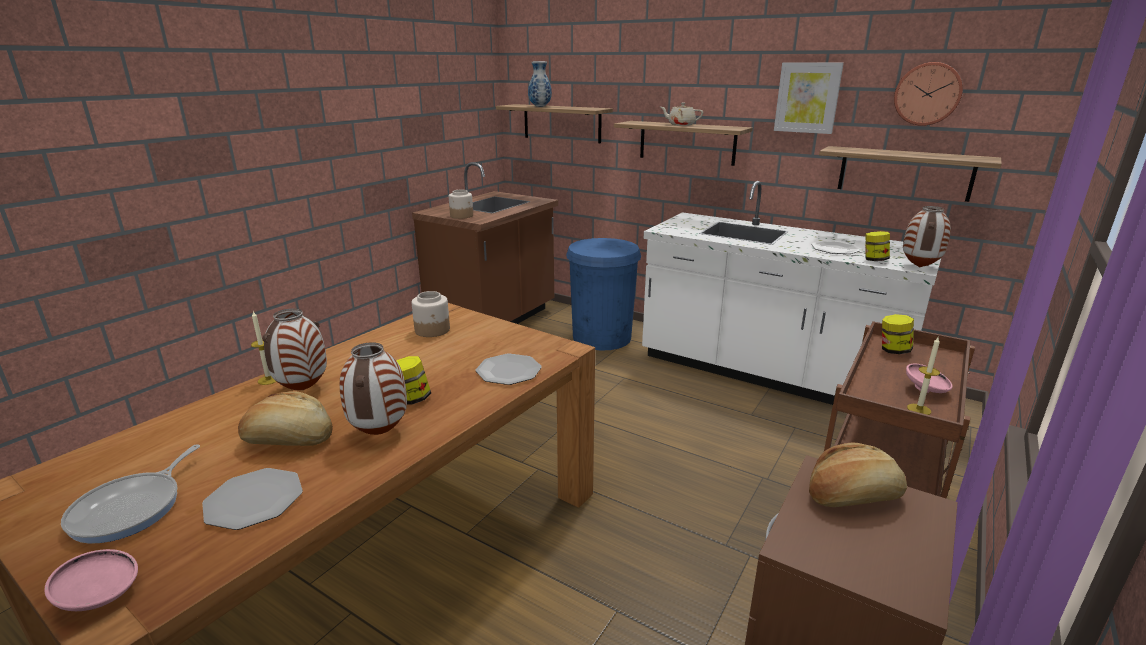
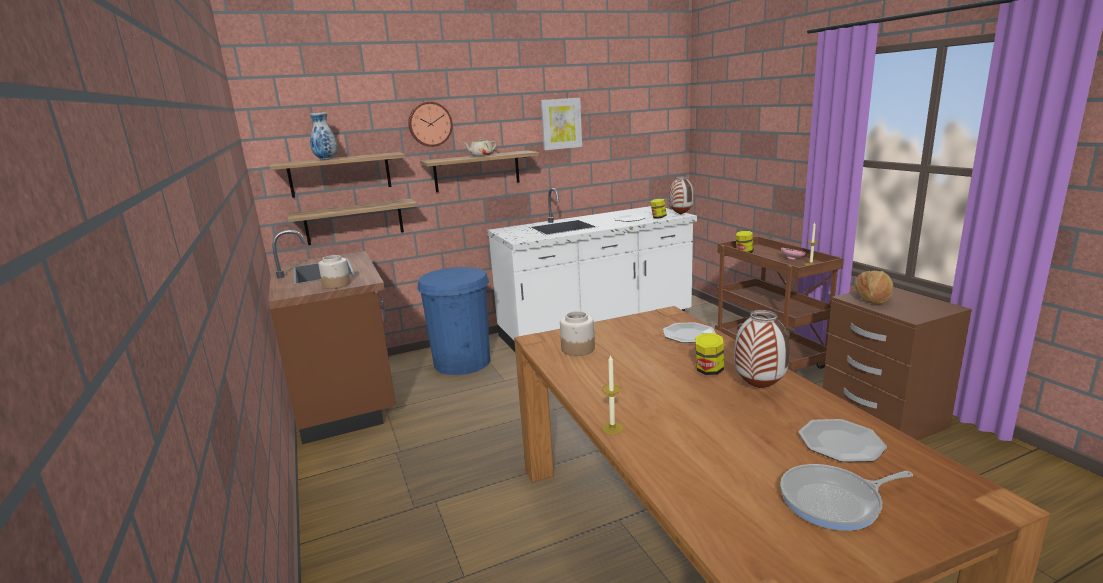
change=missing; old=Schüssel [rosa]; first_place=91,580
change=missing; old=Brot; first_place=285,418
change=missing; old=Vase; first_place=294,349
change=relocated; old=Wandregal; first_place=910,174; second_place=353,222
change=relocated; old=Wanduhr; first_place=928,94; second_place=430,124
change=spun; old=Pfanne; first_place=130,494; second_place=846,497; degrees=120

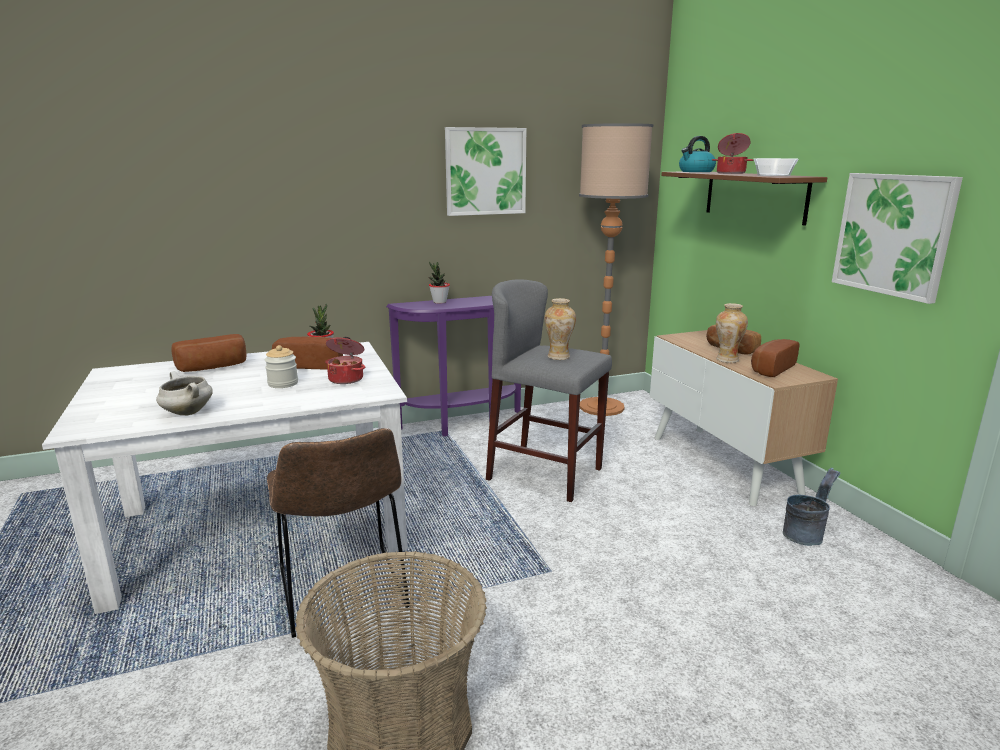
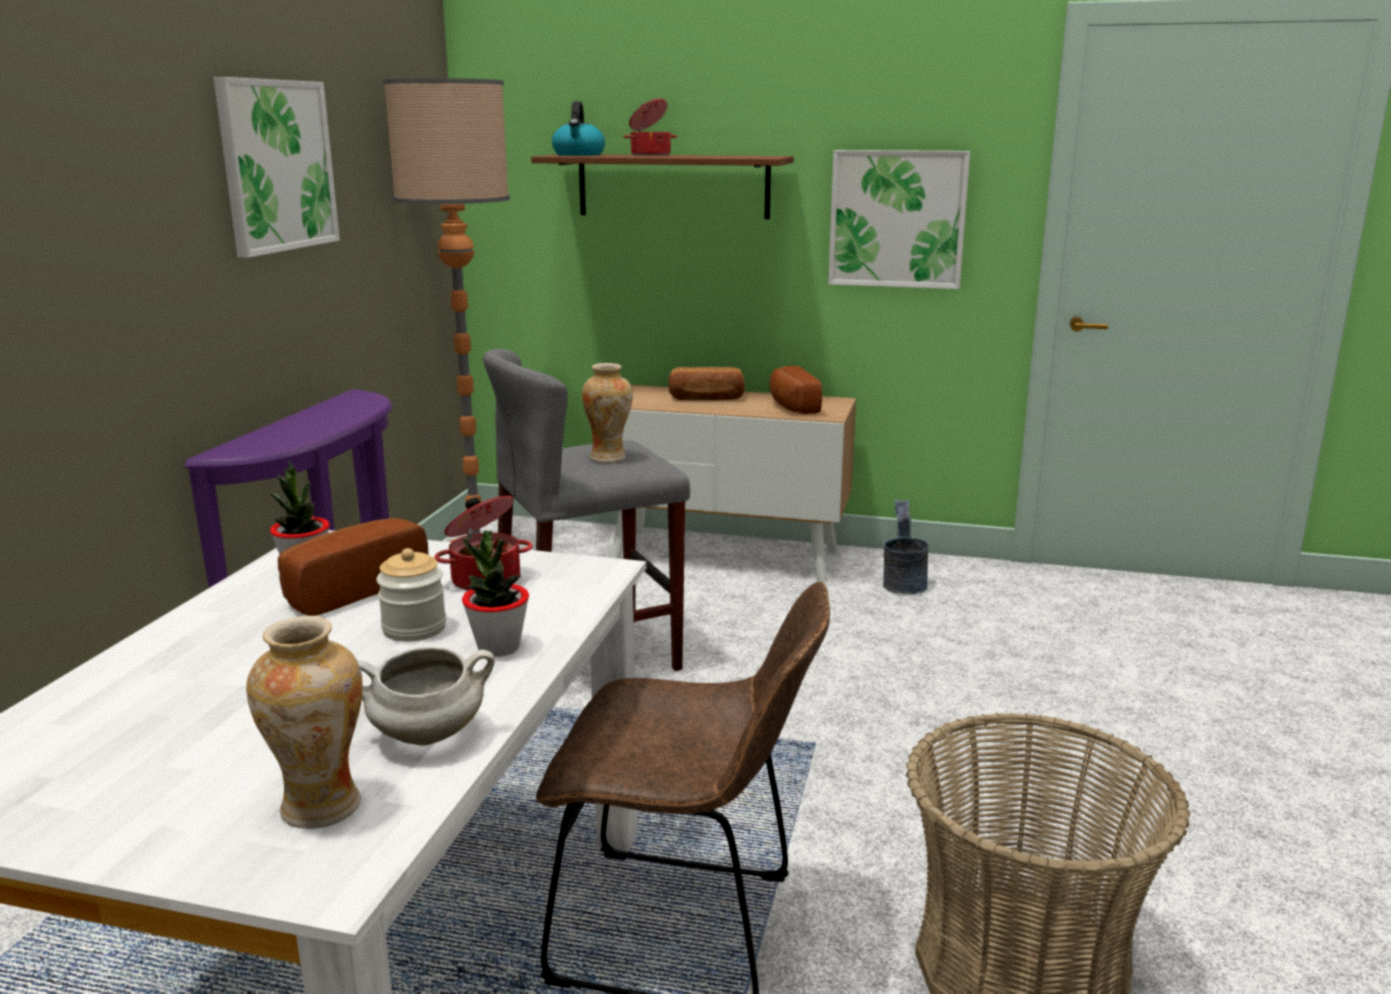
change=missing; old=Brot; first_place=209,353
change=missing; old=Schüssel; first_place=776,167
change=relocated; old=Topfpflanze; first_place=439,283; second_place=495,594
change=relocated; old=Vase; first_place=732,333; second_place=304,722

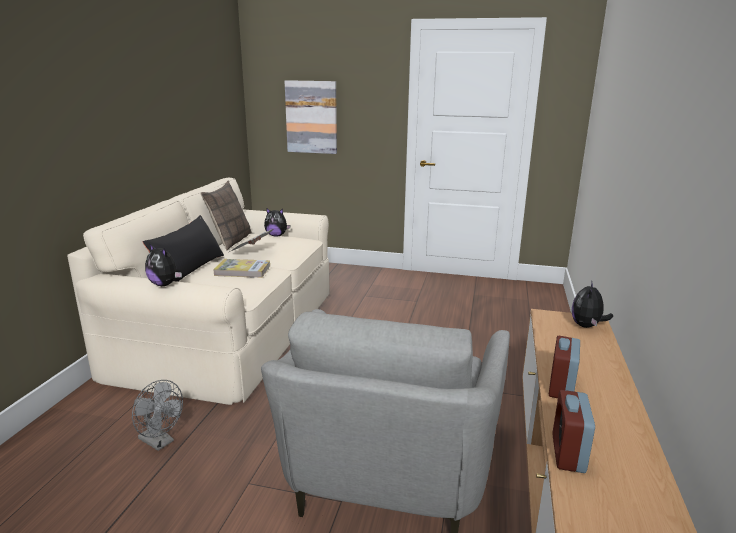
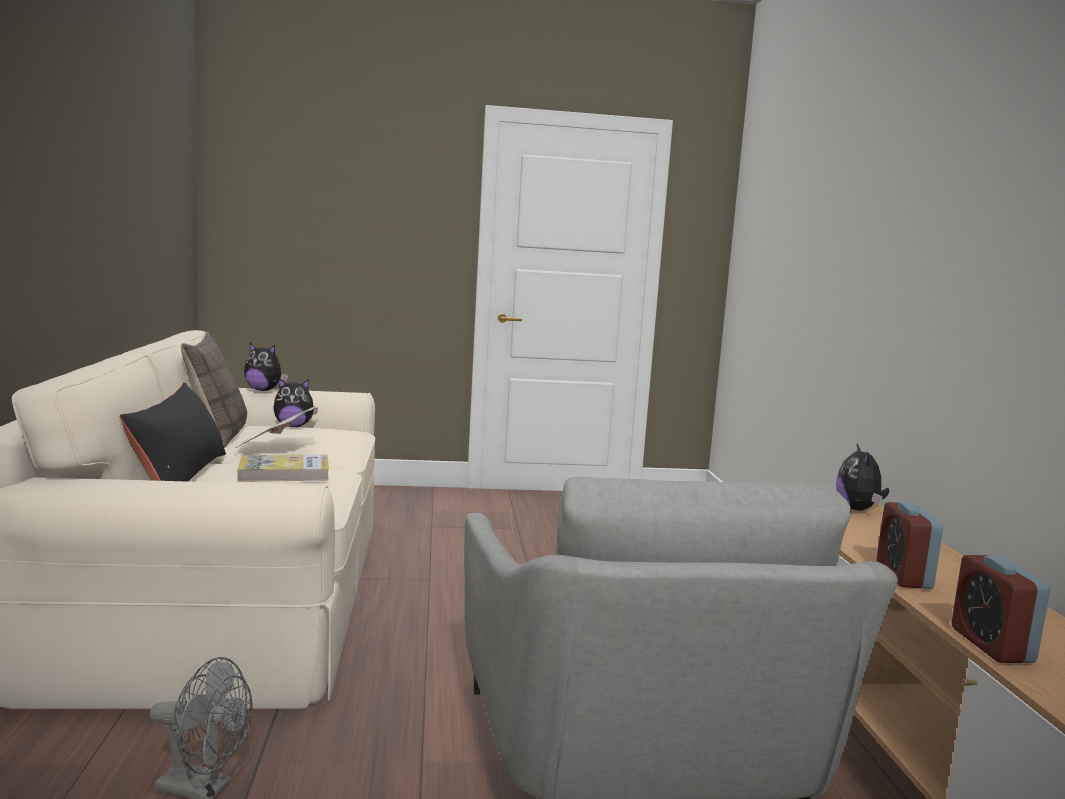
change=missing; old=Bild; first_place=310,117
change=relocated; old=Plüschtier; first_place=163,265; second_place=266,367

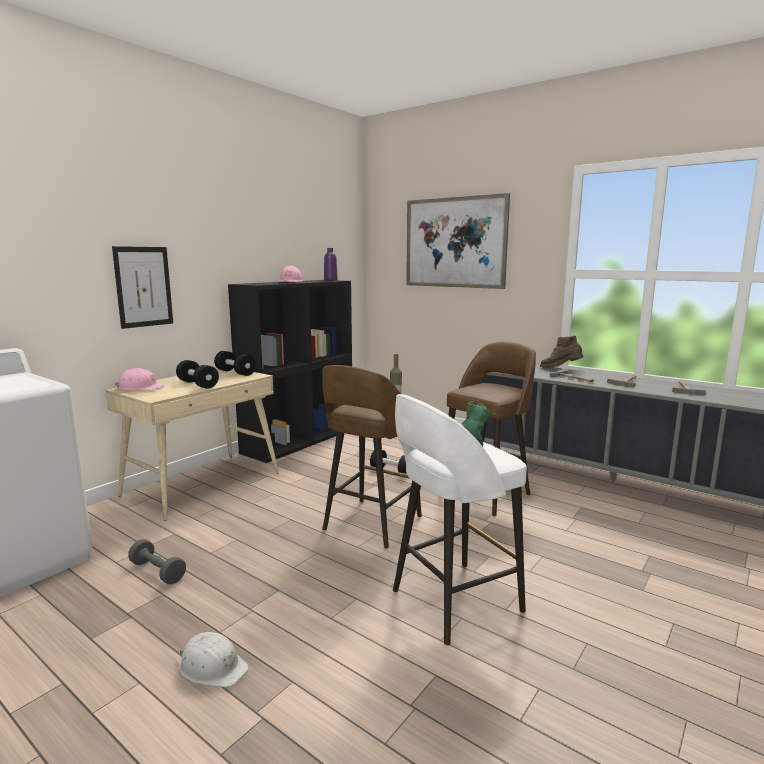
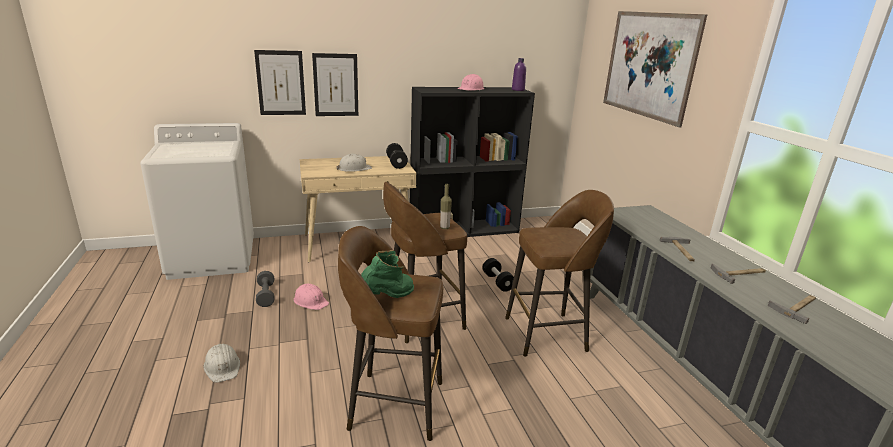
change=missing; old=Stiefel [braun]; first_place=562,351
change=appeared; new=Bild; second_place=280,82
change=relocated; old=Schutzhelm [rosa]; first_place=139,379; second_place=311,297
change=exchanged; old=Hantel [schwarz]; new=Schutzhelm [weiß]; first_place=197,374; second_place=354,163
change=colour; old=Hocker [weiß]; new=Hocker [braun]; first_place=460,520; second_place=390,333

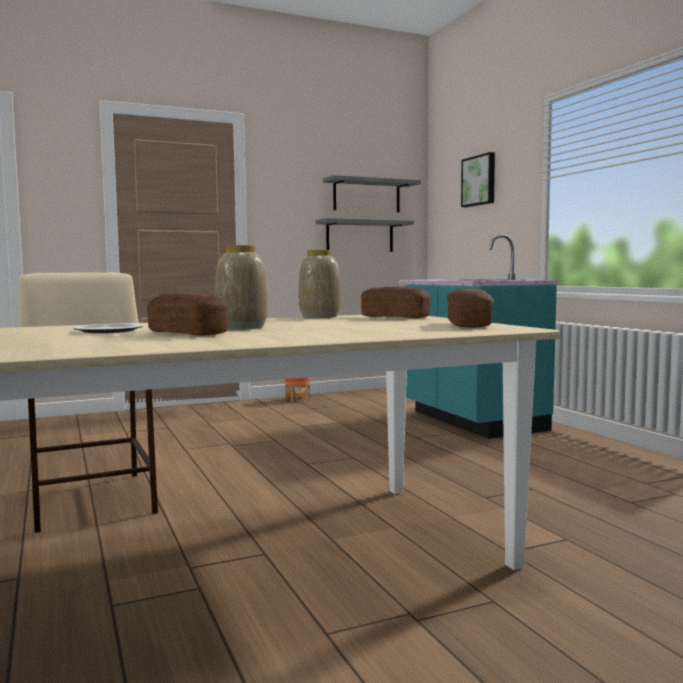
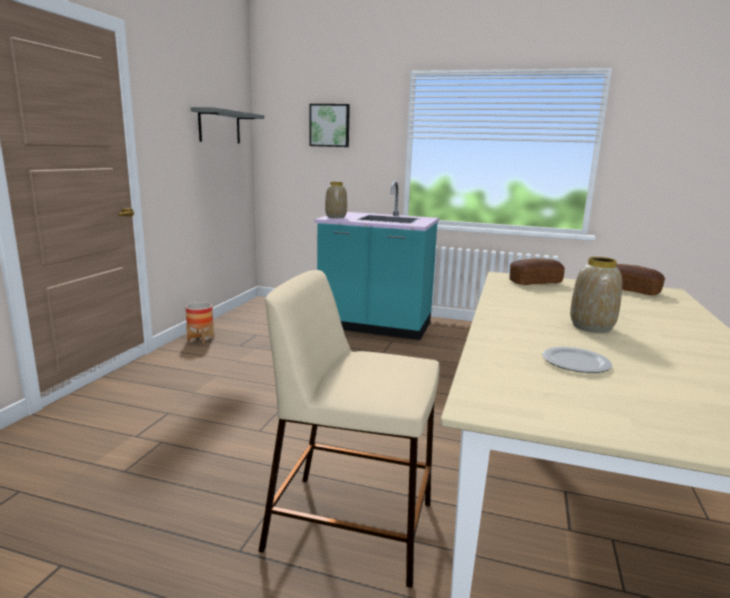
change=missing; old=Brot; first_place=188,314
change=missing; old=Wandregal [grau]; first_place=365,235
change=relocated; old=Vase; first_place=319,284; second_place=336,200

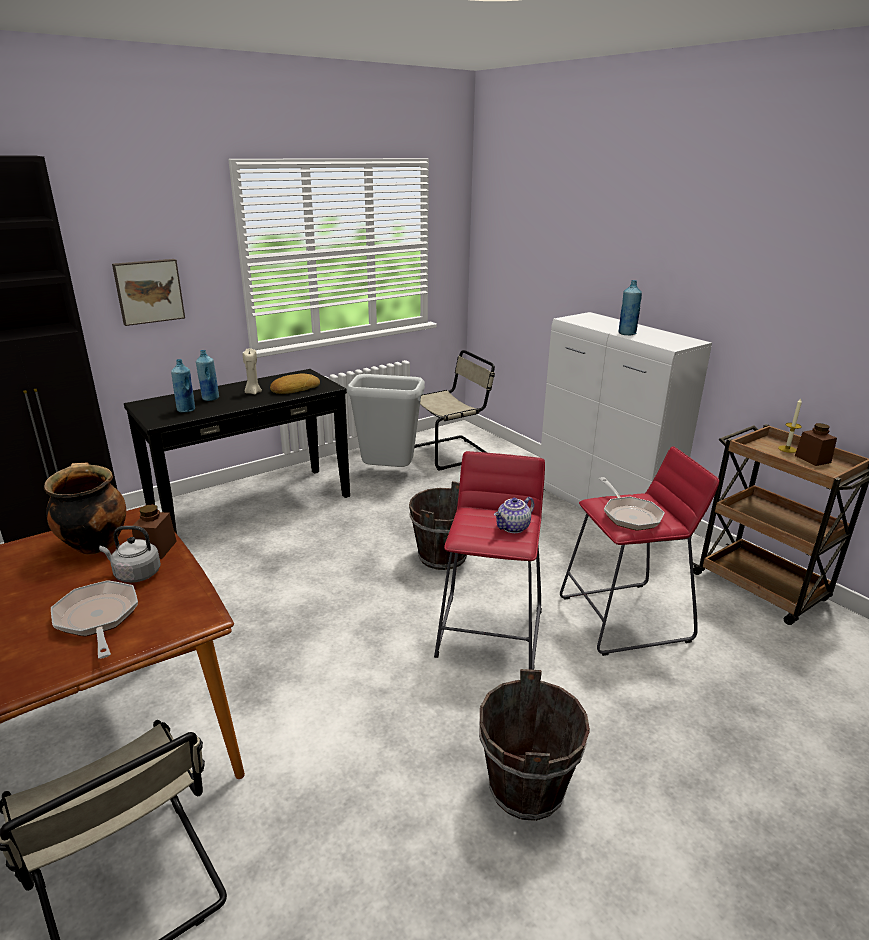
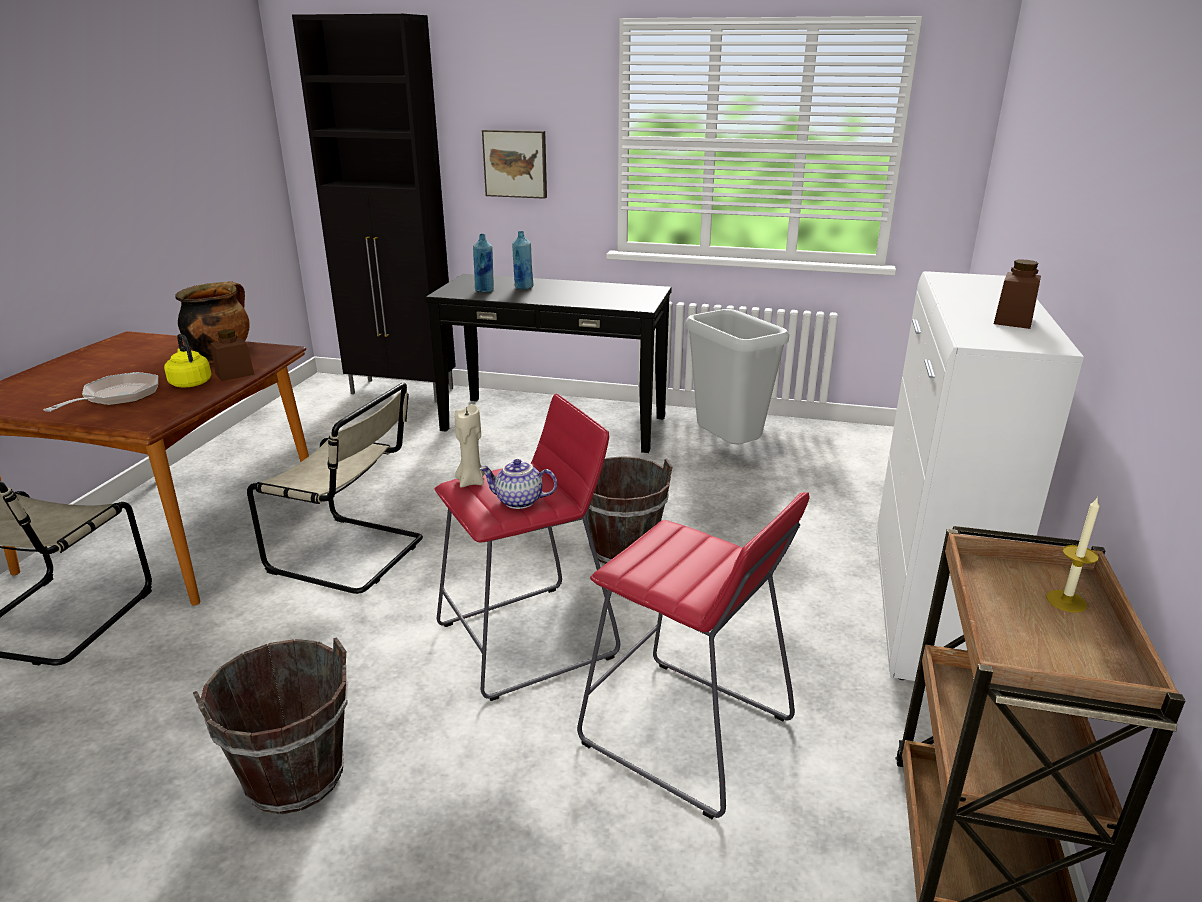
change=missing; old=Brot; first_place=295,384
change=missing; old=Pfanne; first_place=632,504
change=missing; old=Flasche [blau]; first_place=630,308
change=relocated; old=Kerze [beige]; first_place=252,371; second_place=470,446
change=relocated; old=Stuhl [beige]; first_place=454,410; second_place=335,488
change=relocated; old=Vorratsglas [braun]; first_place=816,444; second_place=1017,294
change=colour; old=Wasserkessel [grau]; new=Wasserkessel [gelb]; first_place=130,554; second_place=187,360

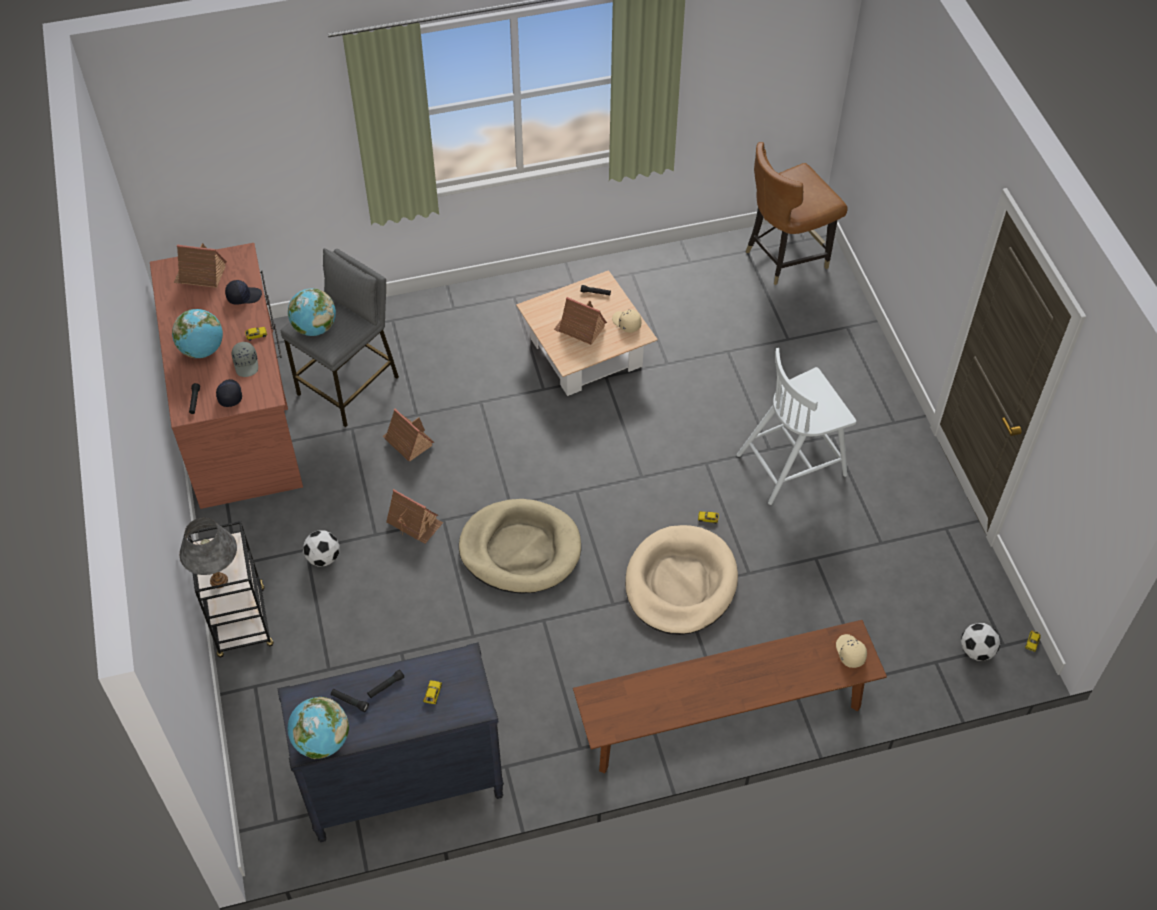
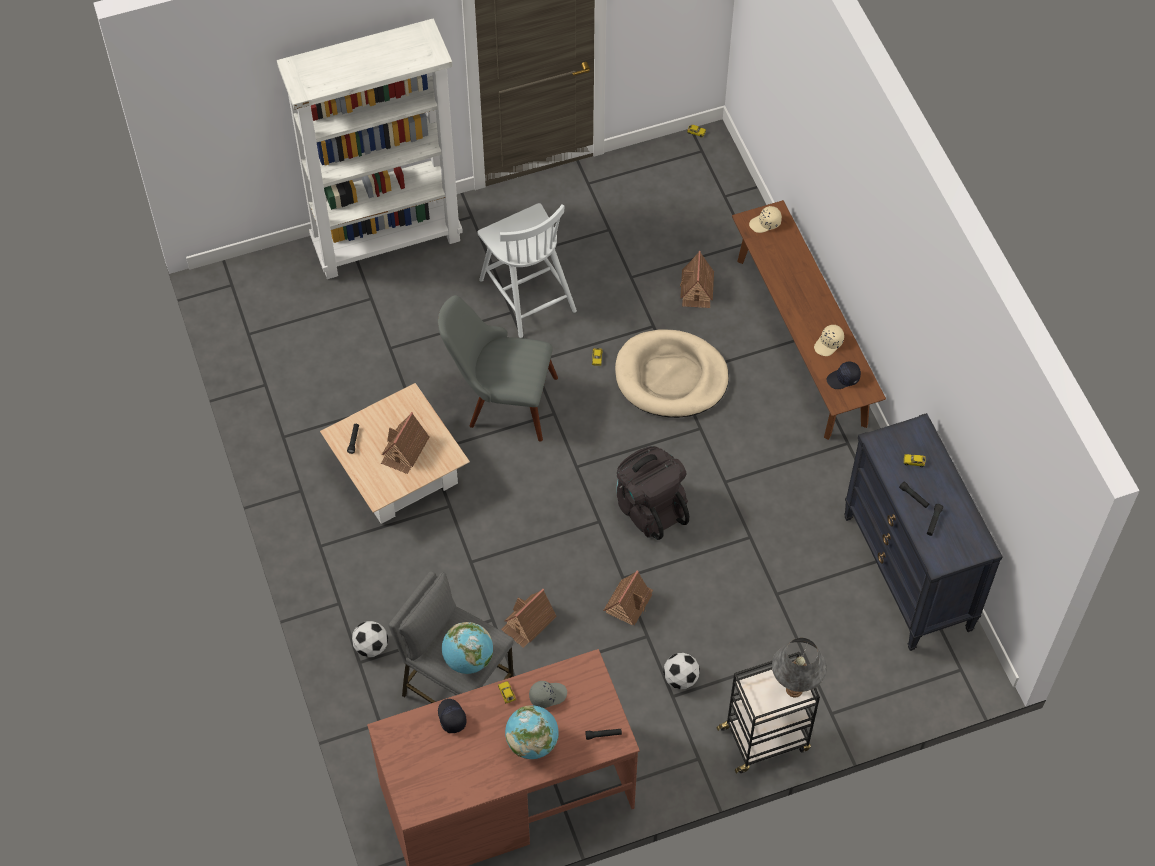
change=missing; old=Globus; first_place=318,728
change=missing; old=Stuhl [braun]; first_place=796,213
change=appeared; new=Bücherregal [weiß]; second_place=370,148
change=appeared; new=Stuhl [grau]; second_place=498,368
change=relocated; old=Spielzeughaus; first_place=200,265; second_place=697,279
change=relocated; old=Kappe [schwarz]; first_place=229,393; second_place=843,375
change=relocated; old=Kappe [beige]; first_place=626,321; second_place=829,340
change=relocated; old=Fußball; first_place=980,642; second_place=370,639
change=exchanged; old=Hundebett [beige]; new=Rucksack [schwarz]; first_place=520,546; second_place=653,493

